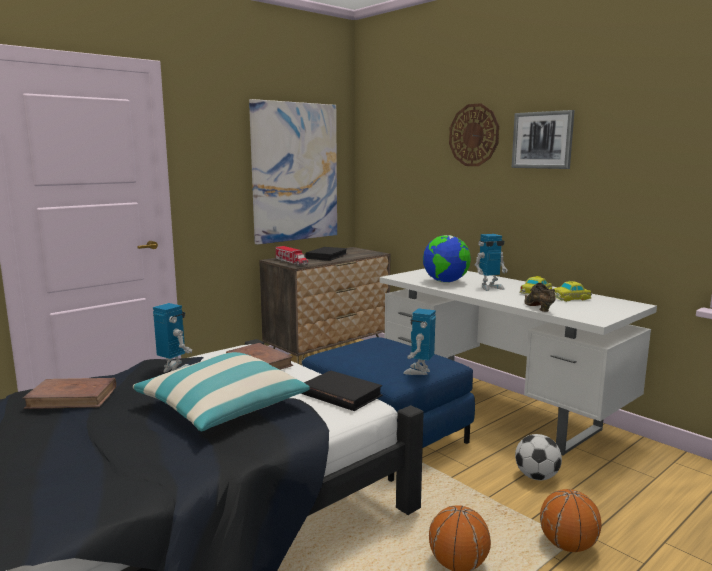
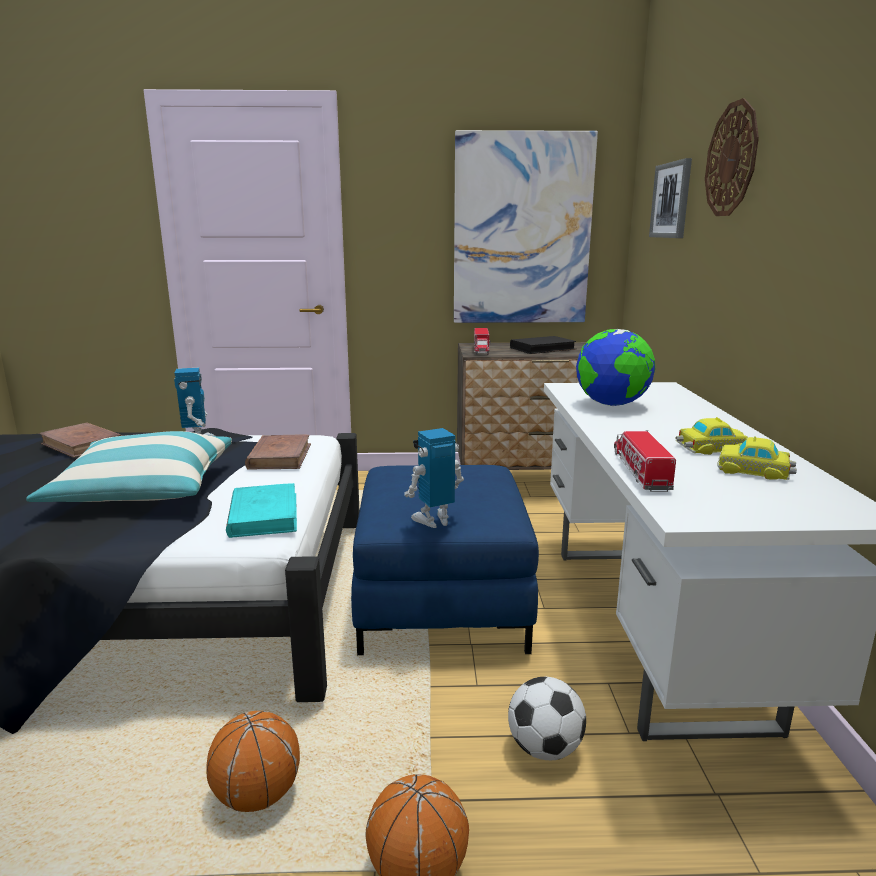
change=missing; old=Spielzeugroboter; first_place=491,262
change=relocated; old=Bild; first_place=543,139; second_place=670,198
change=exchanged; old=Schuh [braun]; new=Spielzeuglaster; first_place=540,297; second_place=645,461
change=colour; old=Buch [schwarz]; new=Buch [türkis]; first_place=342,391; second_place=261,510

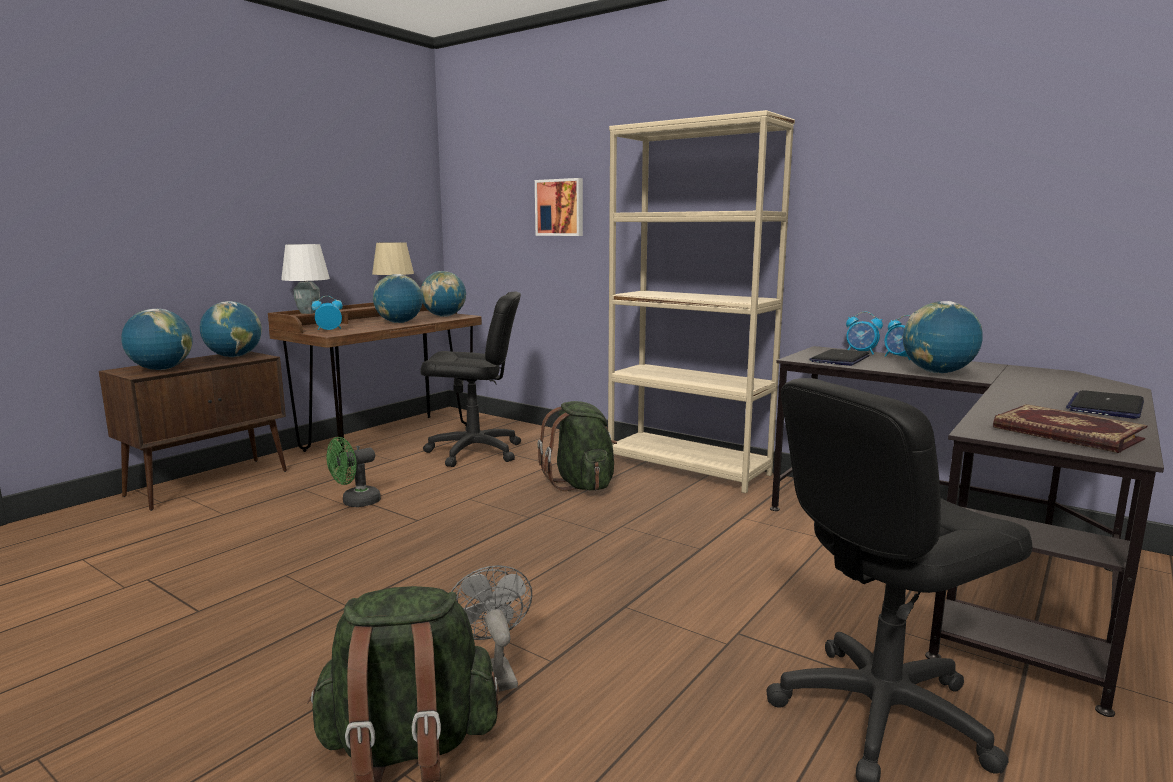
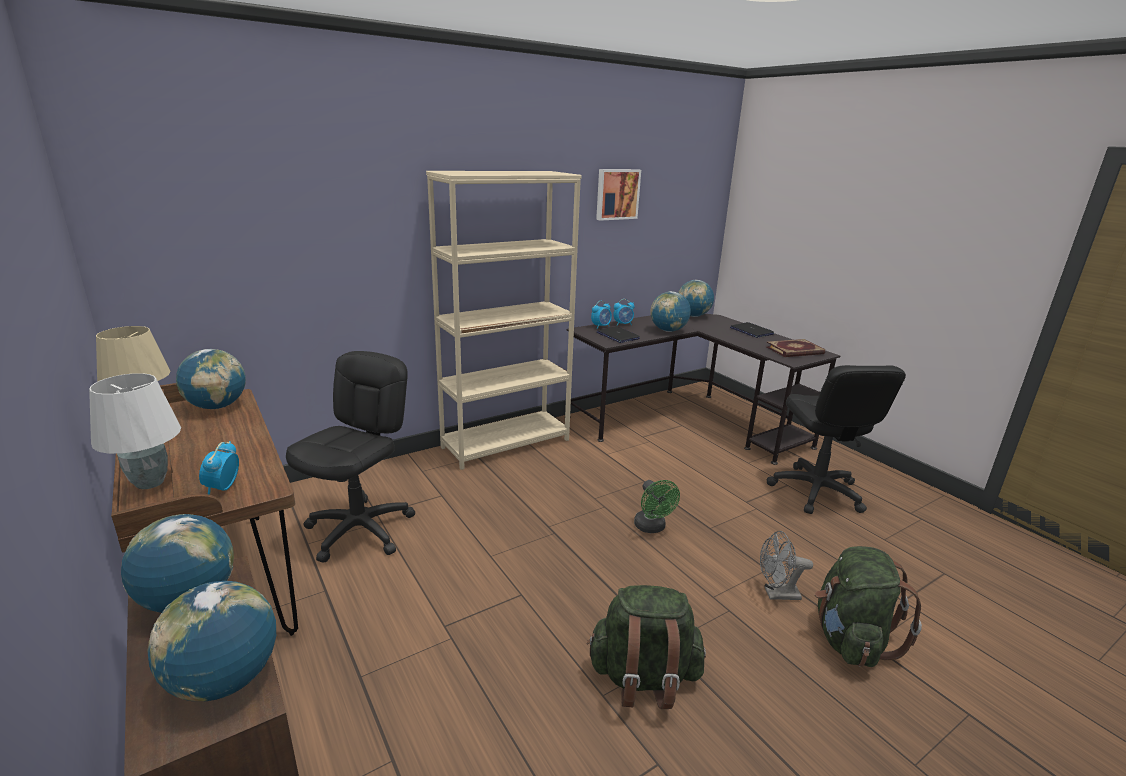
change=relocated; old=Ventilator [grün]; first_place=353,472; second_place=657,506
change=relocated; old=Globus; first_place=398,298; second_place=696,298
change=relocated; old=Bild; first_place=559,207; second_place=618,195
change=relocated; old=Rucksack [grün]; first_place=577,446; second_place=646,647

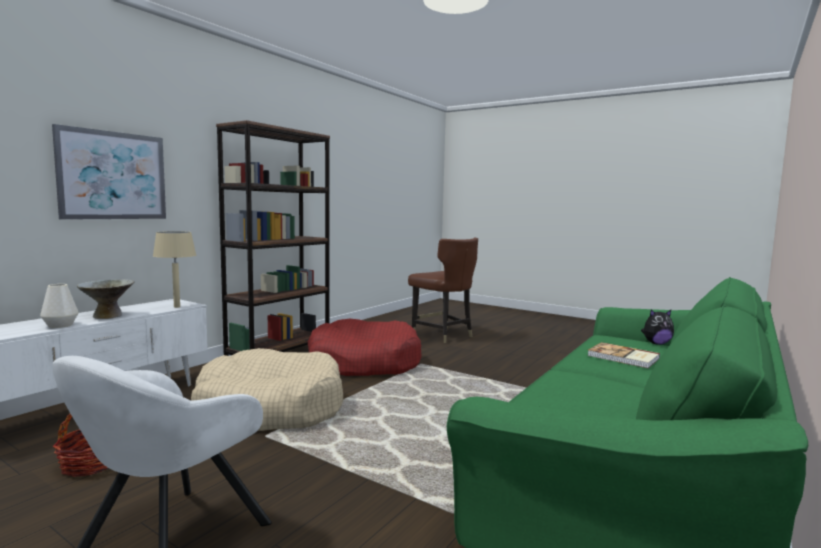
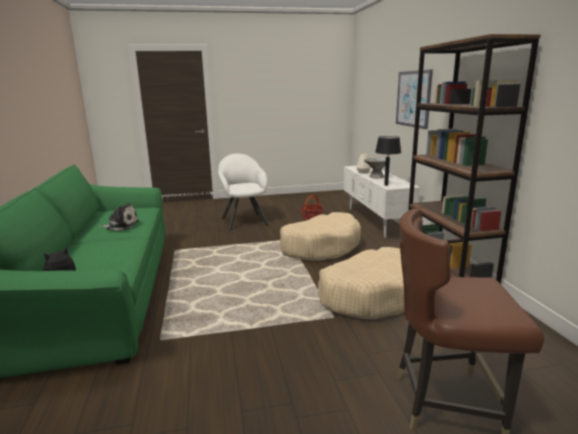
change=missing; old=Buch; first_place=623,355
change=appeared; new=Plüschtier; second_place=119,217
change=colour; old=Tischlampe [beige]; new=Tischlampe [schwarz]; first_place=174,269; second_place=388,161
change=colour; old=Hundebett [rot]; new=Hundebett [beige]; first_place=365,347; second_place=361,283

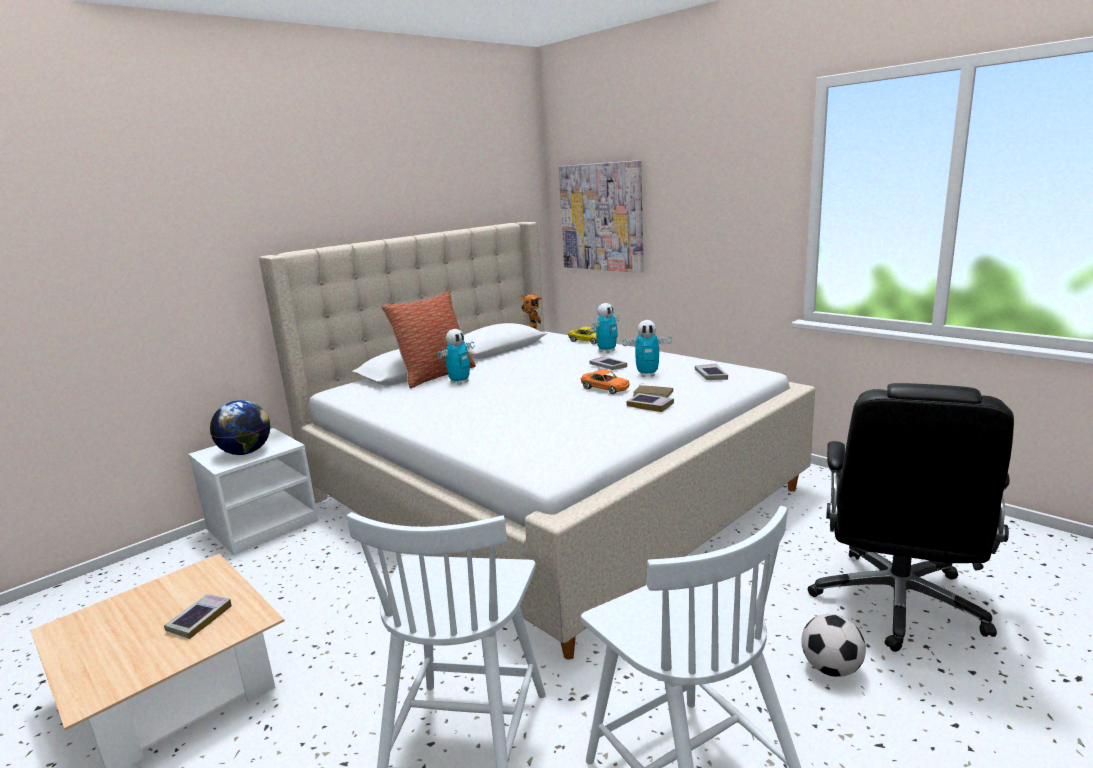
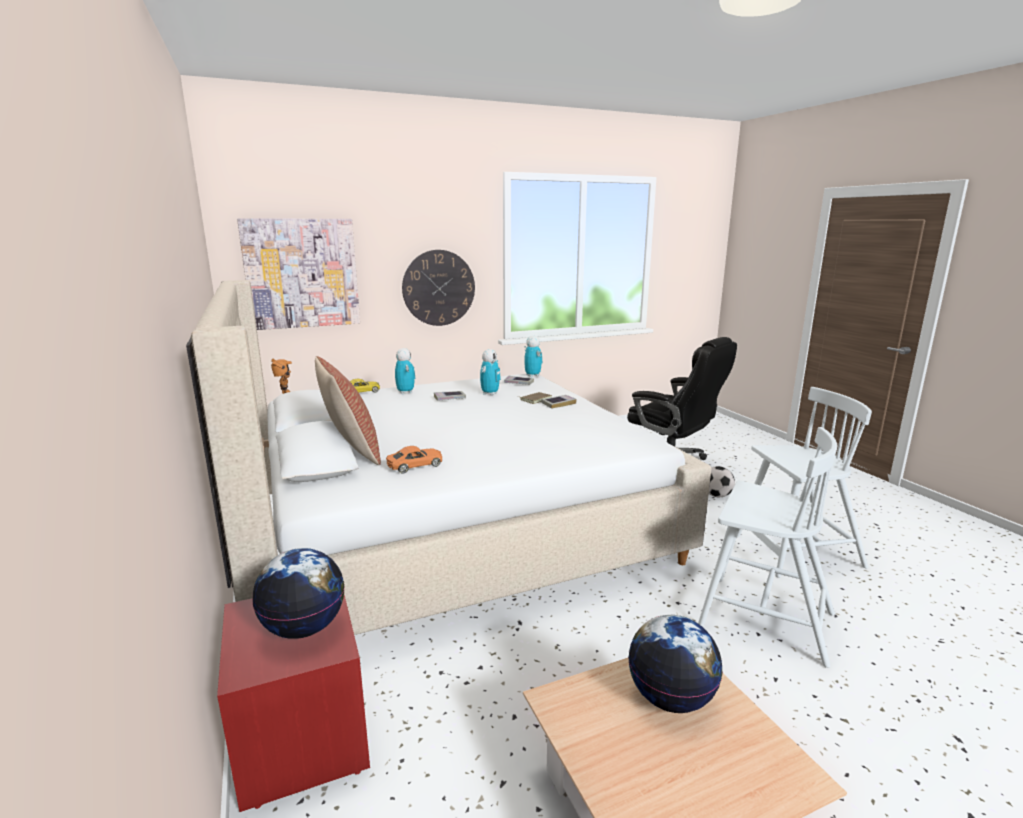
change=appeared; new=Wanduhr; second_place=438,288
change=relocated; old=Spielzeugroboter; first_place=456,357; second_place=533,356
change=relocated; old=Spielzeugauto [orange]; first_place=605,382; second_place=414,460
change=exchanged; old=Buch; new=Globus; first_place=198,616; second_place=675,664
change=colour; old=Nachttisch [weiß]; new=Nachttisch [rot]; first_place=253,491; second_place=293,703

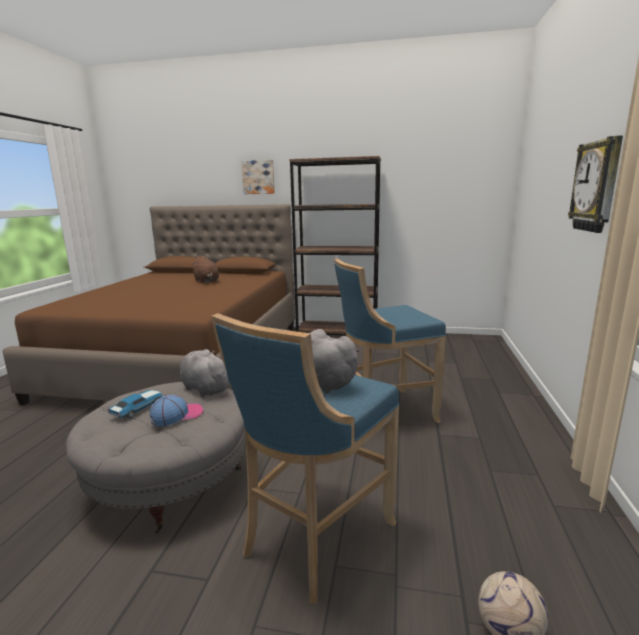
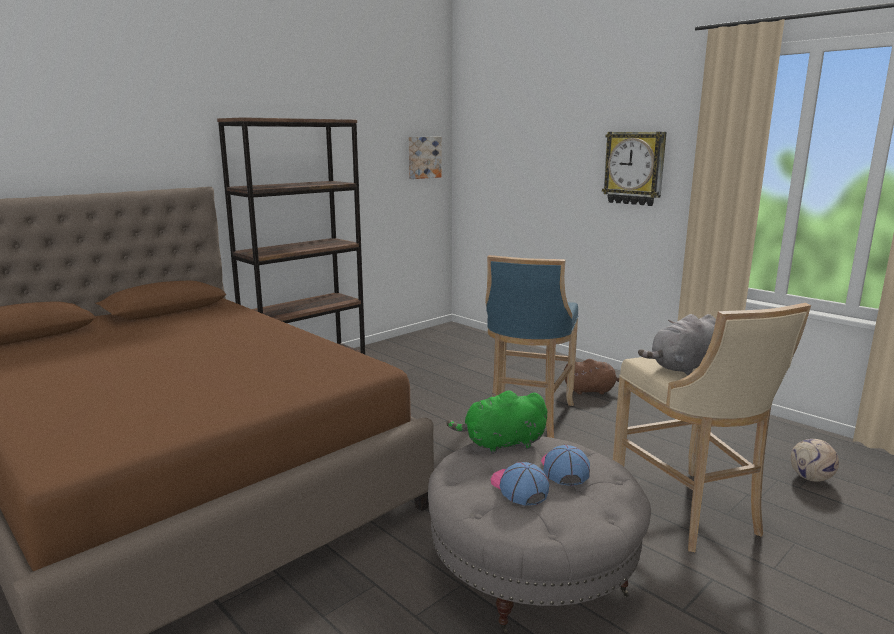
change=relocated; old=Plüschtier [braun]; first_place=205,269; second_place=591,377
change=relocated; old=Bild; first_place=258,177; second_place=425,158
change=exchanged; old=Spielzeugauto; new=Kappe; first_place=135,404; second_place=520,484
change=colour; old=Plüschtier [grau]; new=Plüschtier [grün]; first_place=204,373; second_place=496,422
change=colour; old=Hocker [blau]; new=Hocker [beige]; first_place=305,458; second_place=712,427

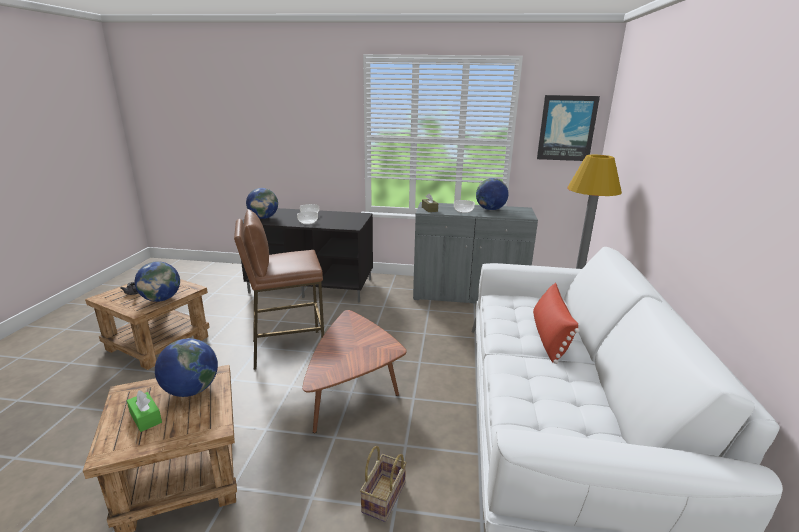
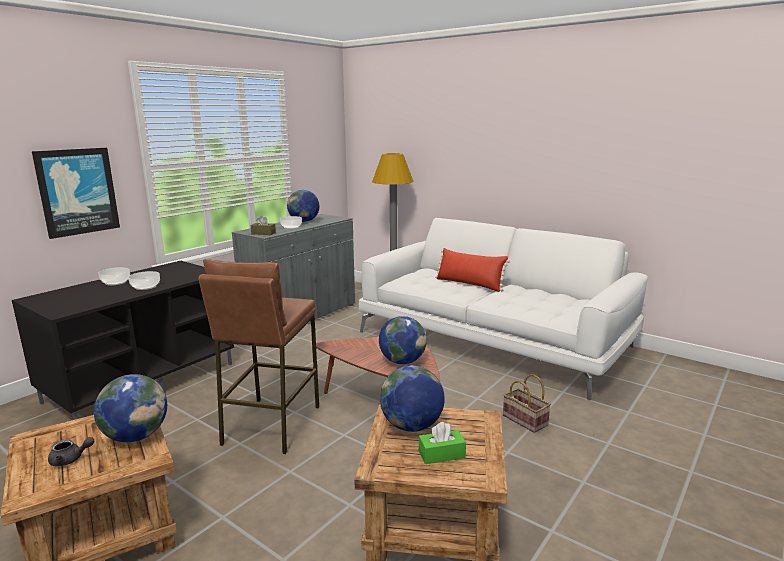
change=relocated; old=Globus; first_place=262,203; second_place=403,340
change=relocated; old=Bild; first_place=568,128; second_place=76,193

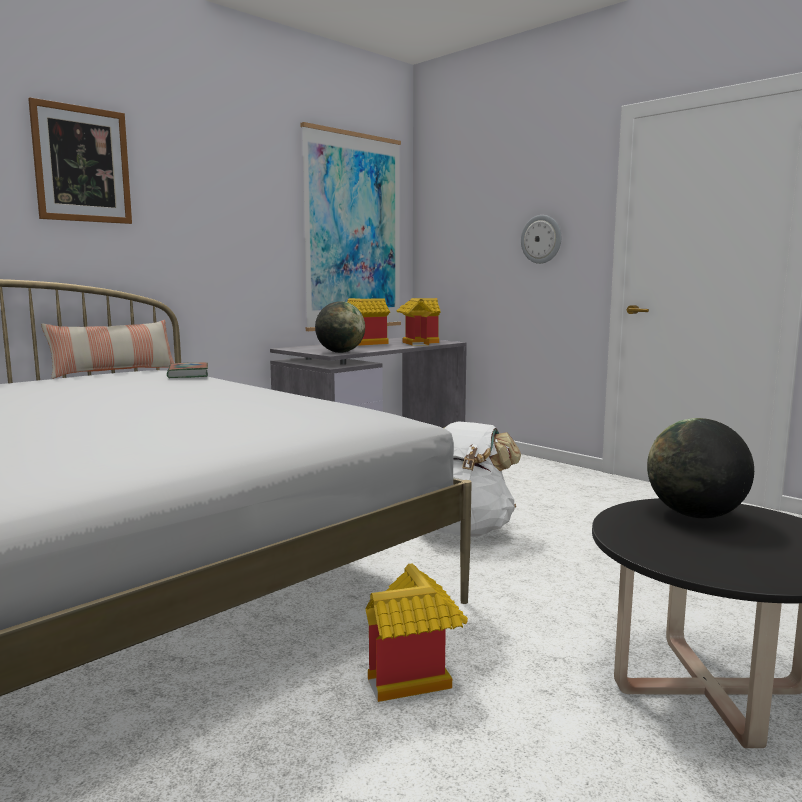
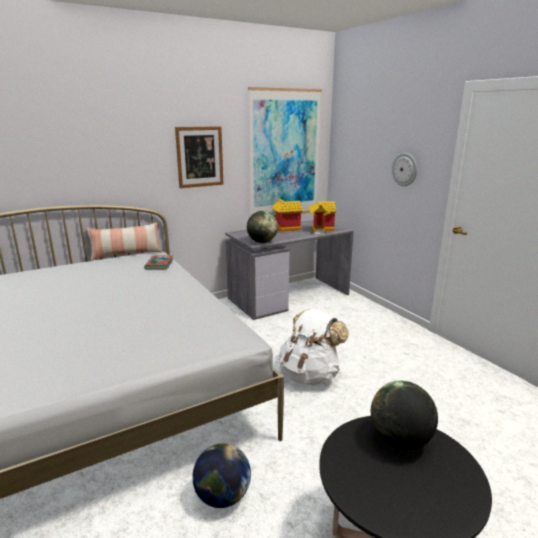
change=relocated; old=Bild; first_place=80,160; second_place=199,157
change=exchanged; old=Spielzeughaus; new=Globus; first_place=416,632; second_place=221,475

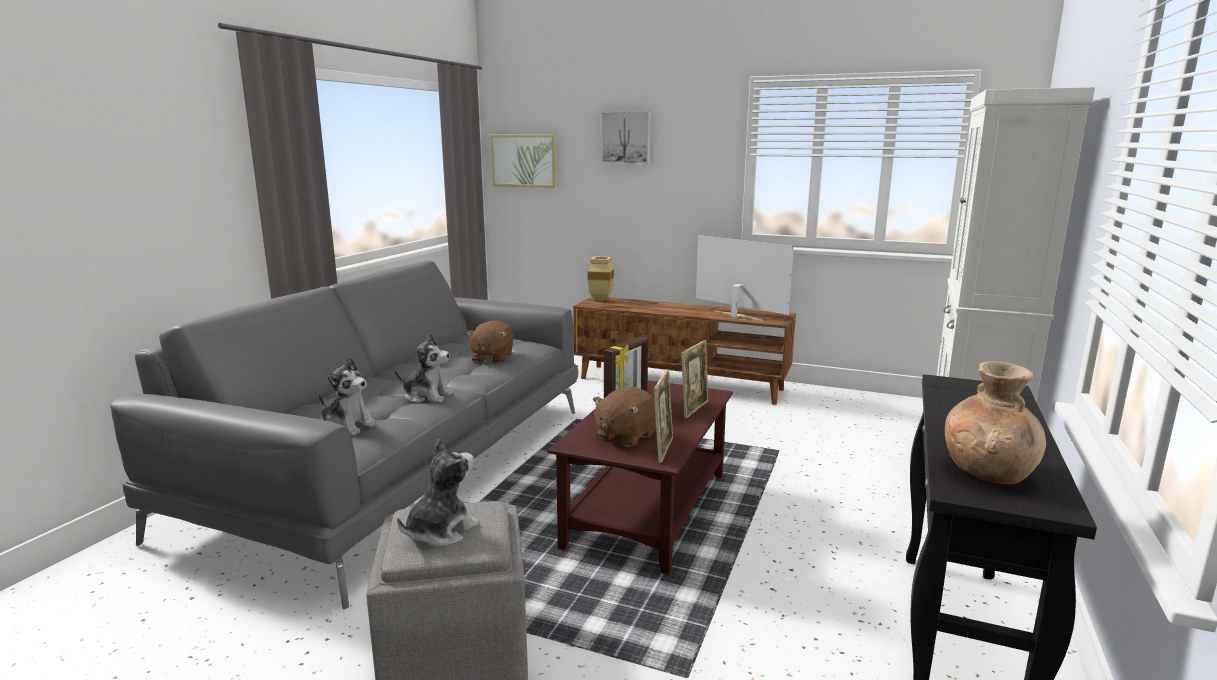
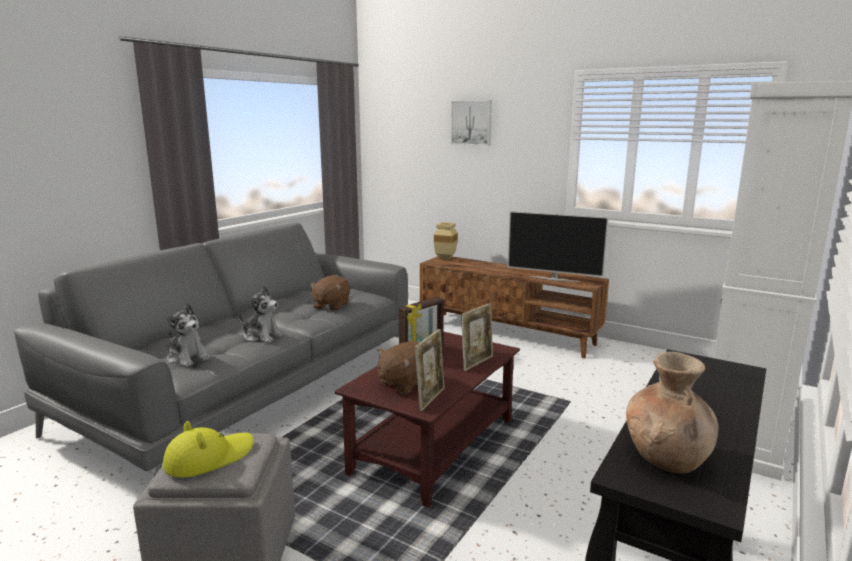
change=missing; old=Bild; first_place=523,161
change=exchanged; old=Plüschtier; new=Hut [gelb]; first_place=438,492; second_place=208,449
change=spun; old=Fernseher; first_place=745,278; second_place=558,246; degrees=150

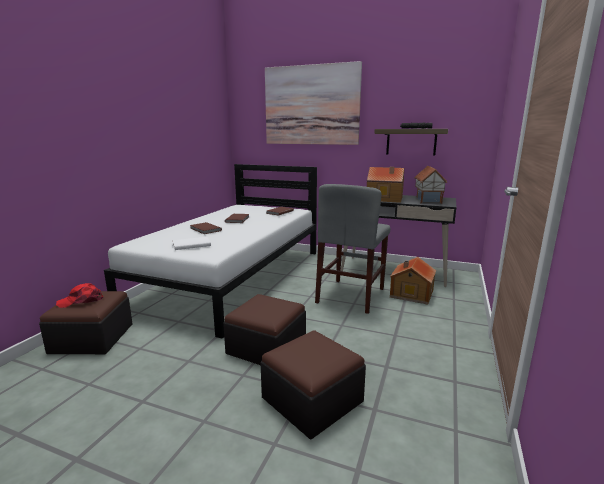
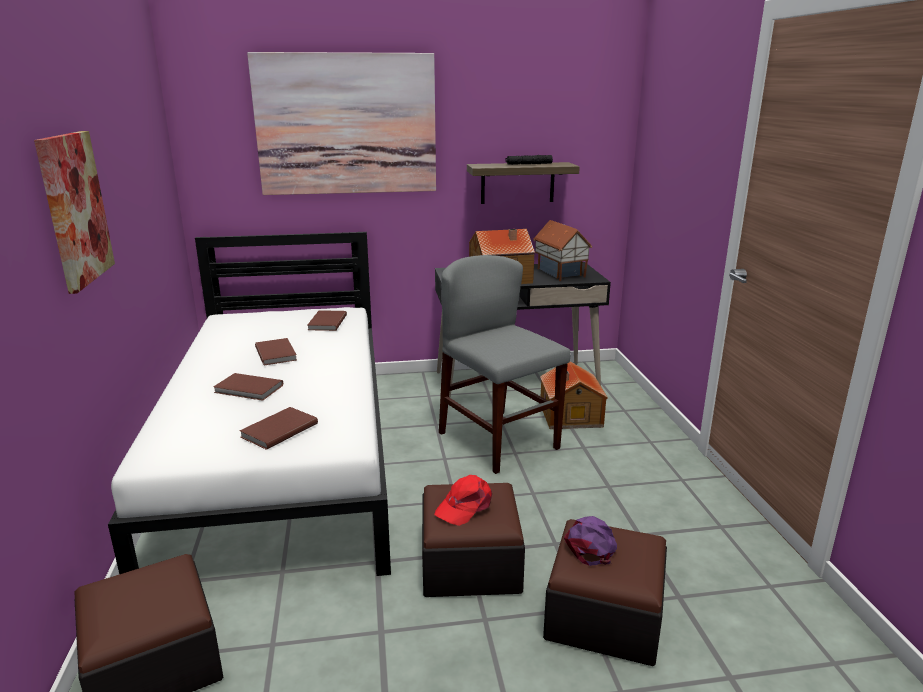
change=appeared; new=Bild; second_place=74,212
change=appeared; new=Kappe [lila]; second_place=590,541
change=relocated; old=Kappe [rot]; first_place=79,295; second_place=463,500
change=colour; old=Buch [weiß]; new=Buch [braun]; first_place=191,243; second_place=278,428
change=spun; old=Stuhl [grau]; first_place=352,249; second_place=504,364; degrees=150

